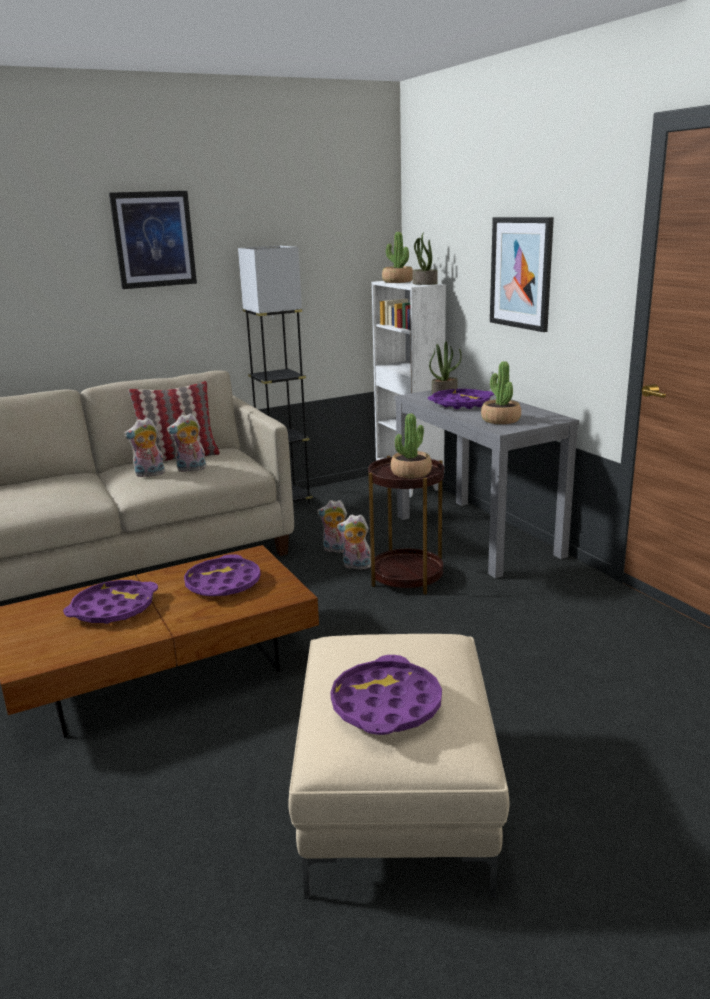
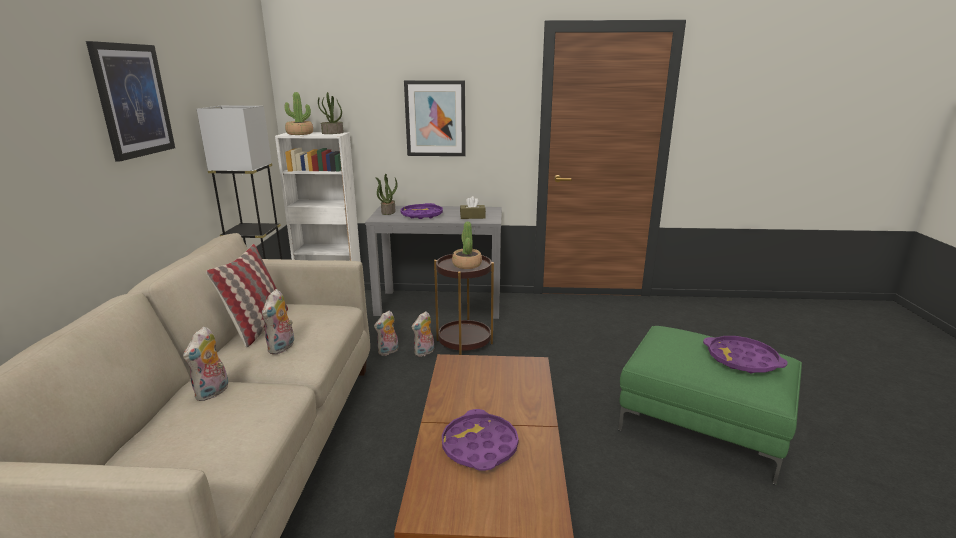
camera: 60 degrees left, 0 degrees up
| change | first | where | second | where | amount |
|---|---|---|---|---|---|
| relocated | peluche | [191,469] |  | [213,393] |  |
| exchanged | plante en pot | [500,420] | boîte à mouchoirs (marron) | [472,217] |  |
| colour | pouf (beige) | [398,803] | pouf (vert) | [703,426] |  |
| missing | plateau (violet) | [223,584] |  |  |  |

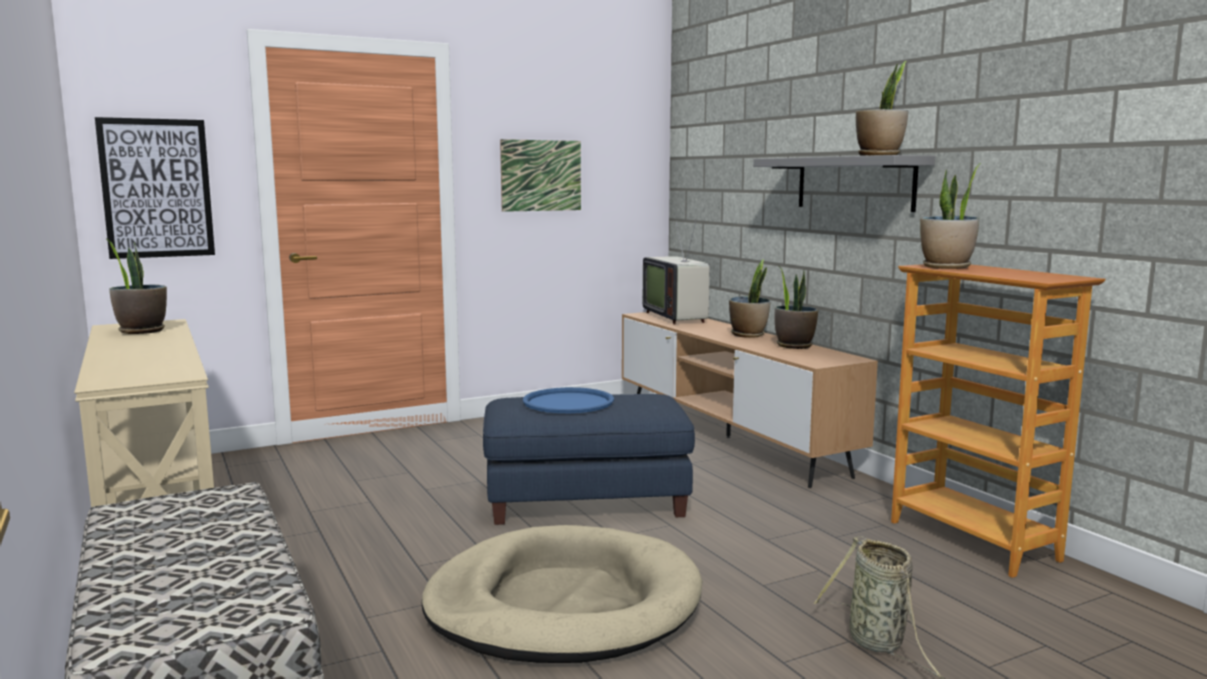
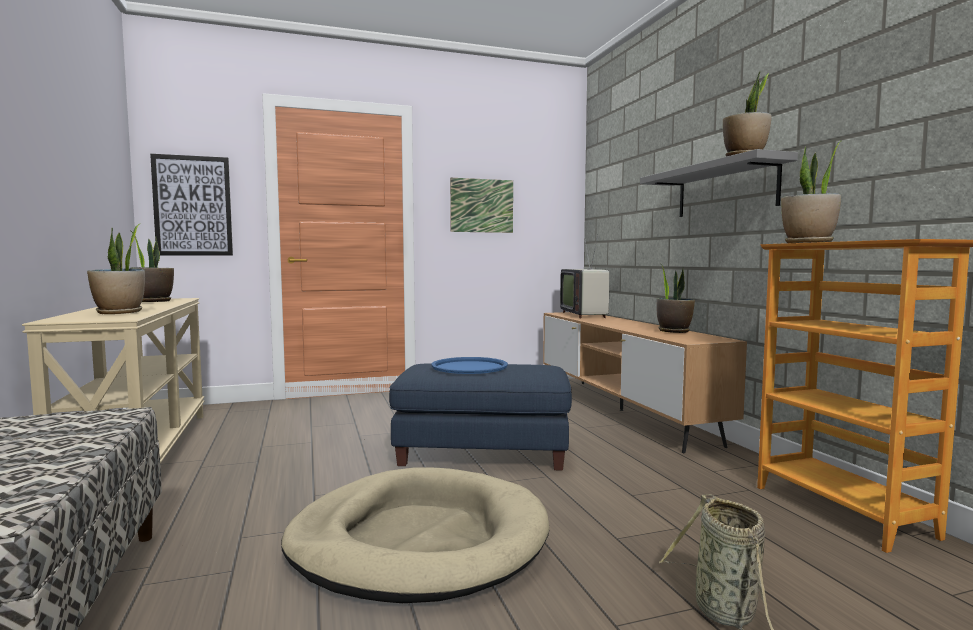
camera: 10 degrees right, 5 degrees down
| change | first | where | second | where | amount |
|---|---|---|---|---|---|
| relocated | plante en pot | [748,335] |  | [120,312] |  |

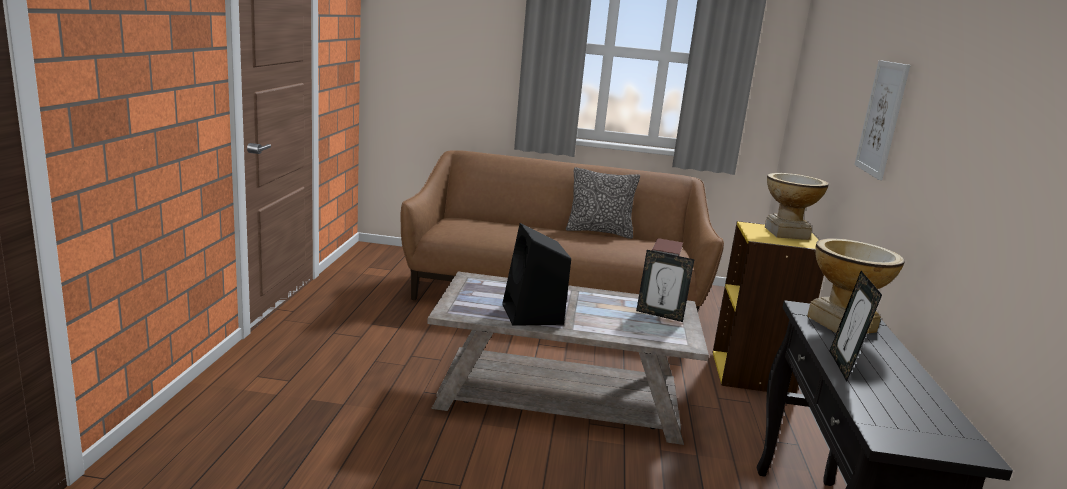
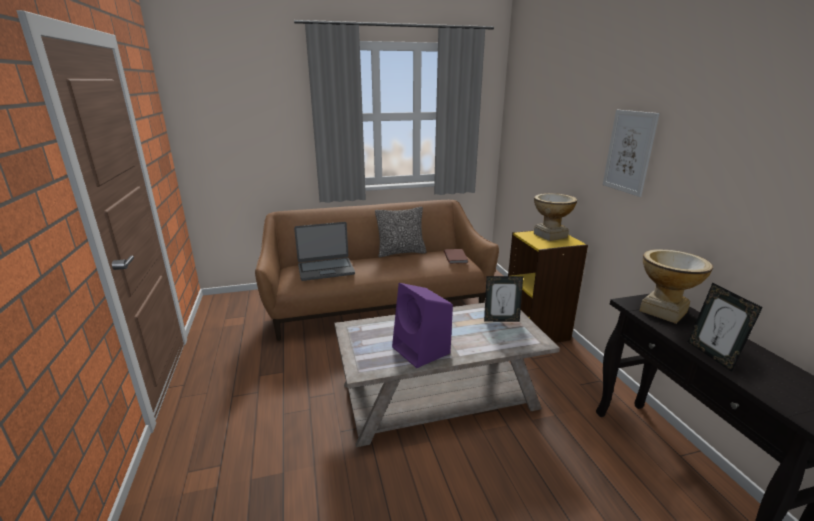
camera: 20 degrees left, 5 degrees up
| change | first | where | second | where | amount |
|---|---|---|---|---|---|
| appeared |  |  | ordinateur portable | [326,269] |  |
| colour | enceinte (noir) | [533,315] | enceinte (violet) | [422,351] |  |

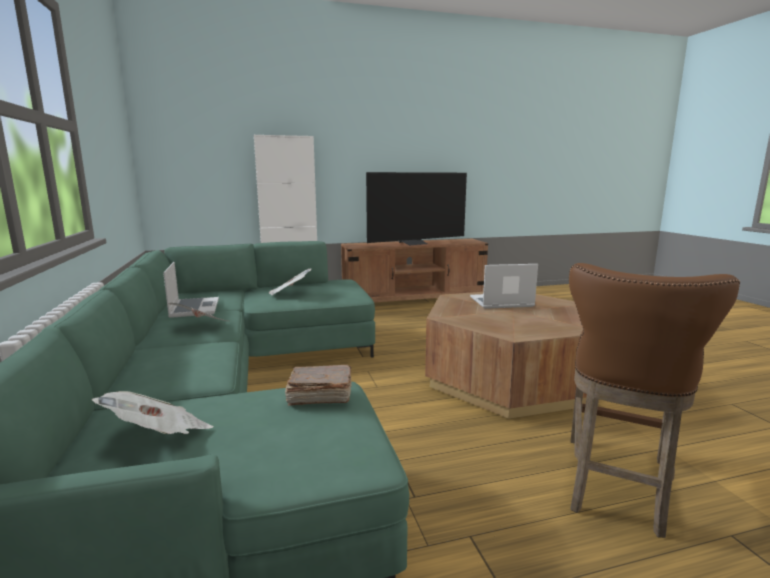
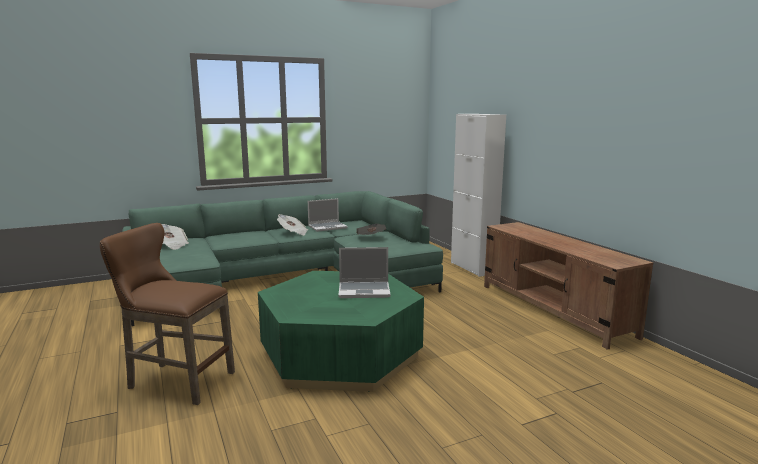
camera: 80 degrees right, 0 degrees up
| change | first | where | second | where | amount |
|---|---|---|---|---|---|
| colour | table basse (marron) | [507,377] | table basse (vert) | [341,354] |  |
| spun | ordinateur portable | [501,302] |  | [365,291] | 105 degrees clockwise |
| missing | livre (marron) | [319,396] |  |  |  |
| missing | téléviseur | [415,243] |  |  |  |

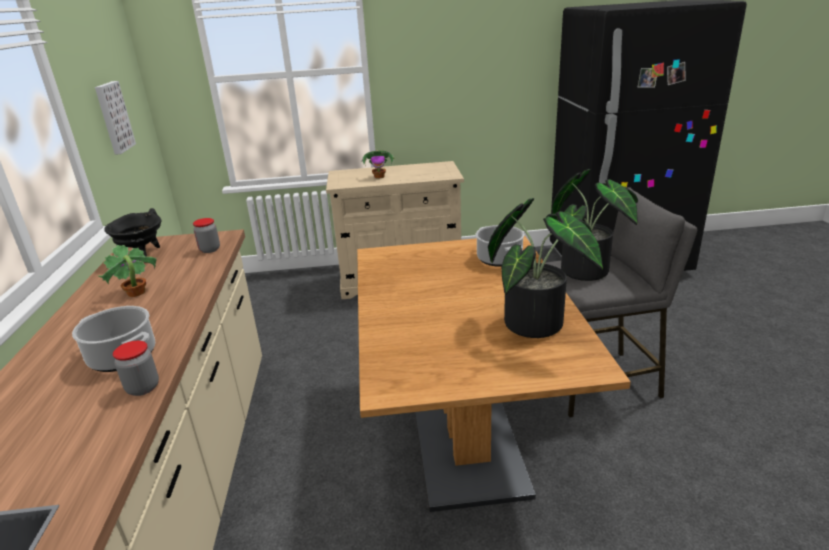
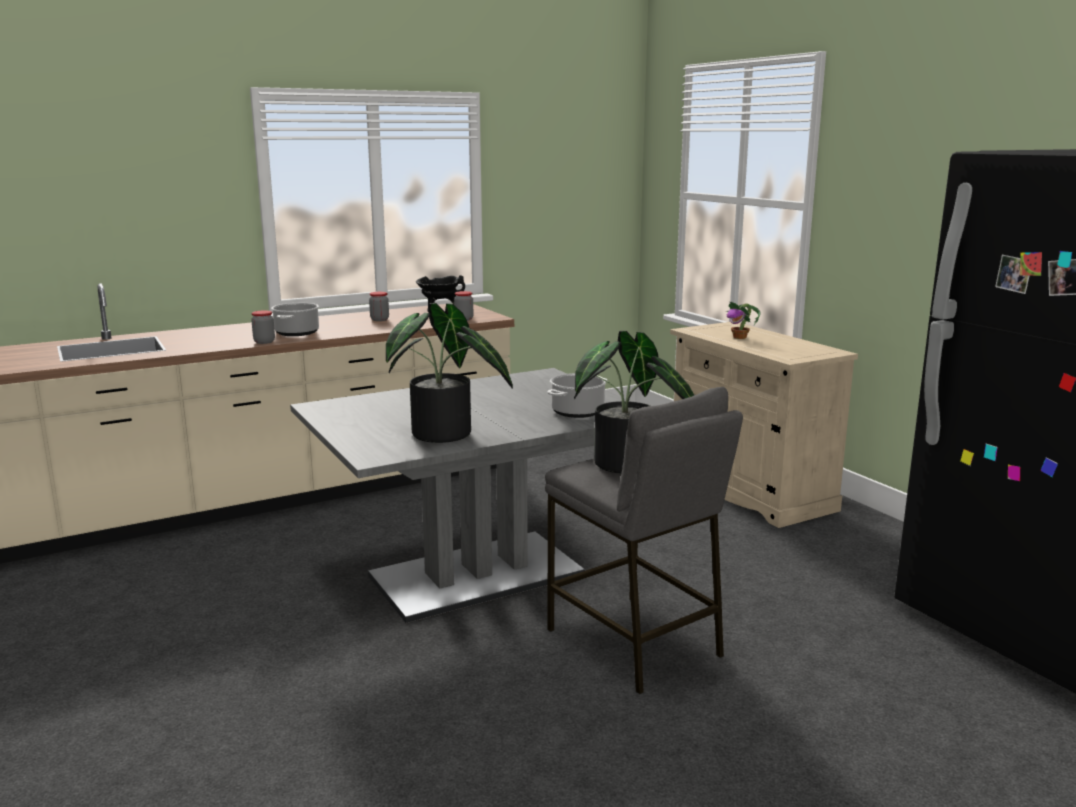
camera: 65 degrees right, 10 degrees down
| change | first | where | second | where | amount |
|---|---|---|---|---|---|
| colour | table à manger (marron) | [465,436] | table à manger (gris) | [476,575] |  |
| exchanged | plante en pot | [136,293] | bocal | [379,319] |  |
| missing | tableau | [113,117] |  |  |  |

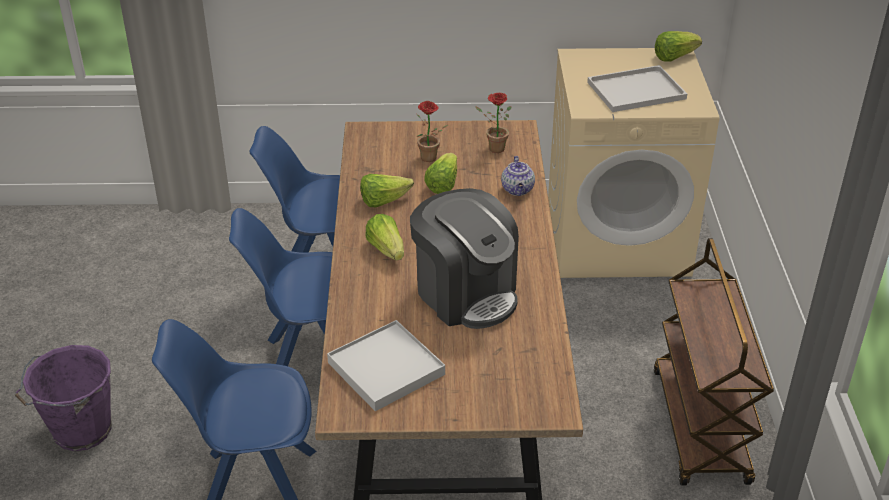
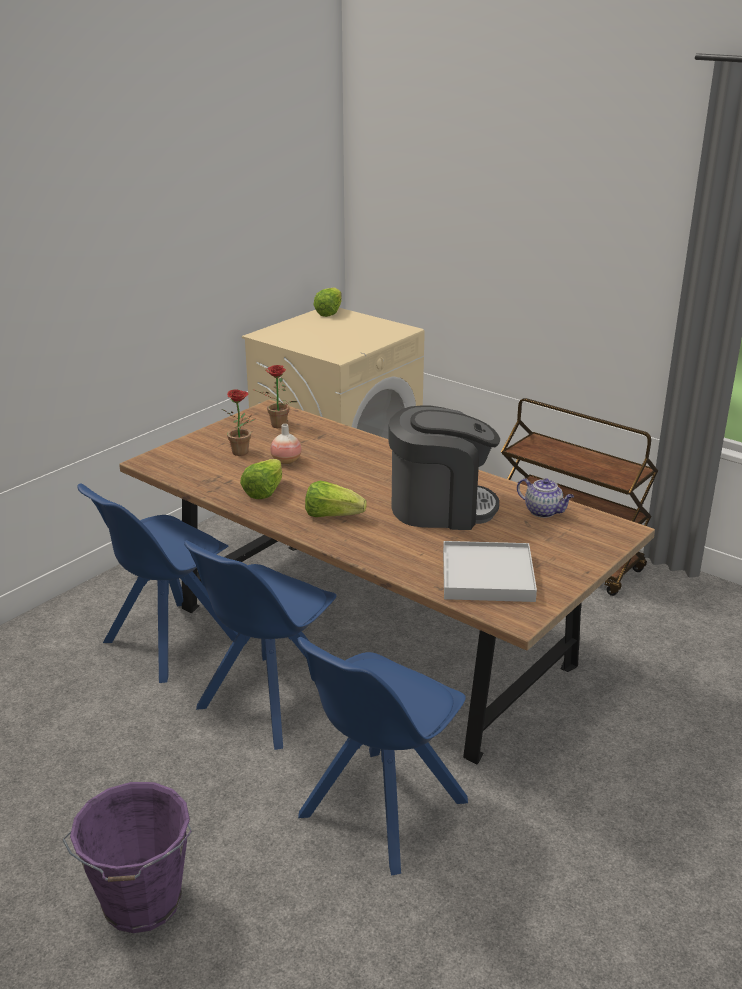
camera: 50 degrees left, 10 degrees down
| change | first | where | second | where | amount |
|---|---|---|---|---|---|
| exchanged | laitue | [443,184] | vase | [286,461] |  |
| relocated | théière | [518,190] |  | [544,512] |  |
| missing | plateau (blanc) | [635,91] |  |  |  |

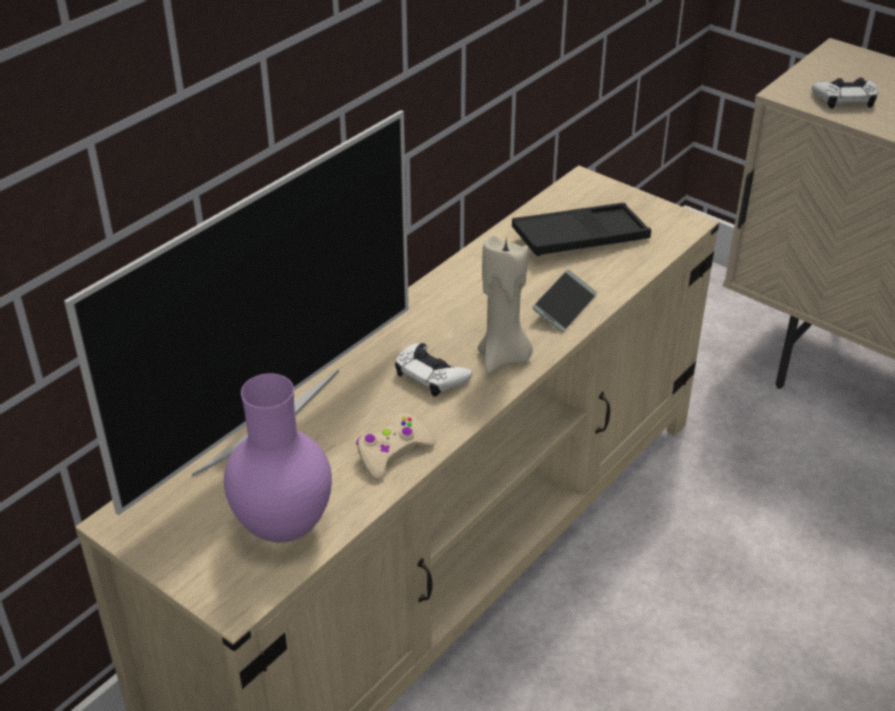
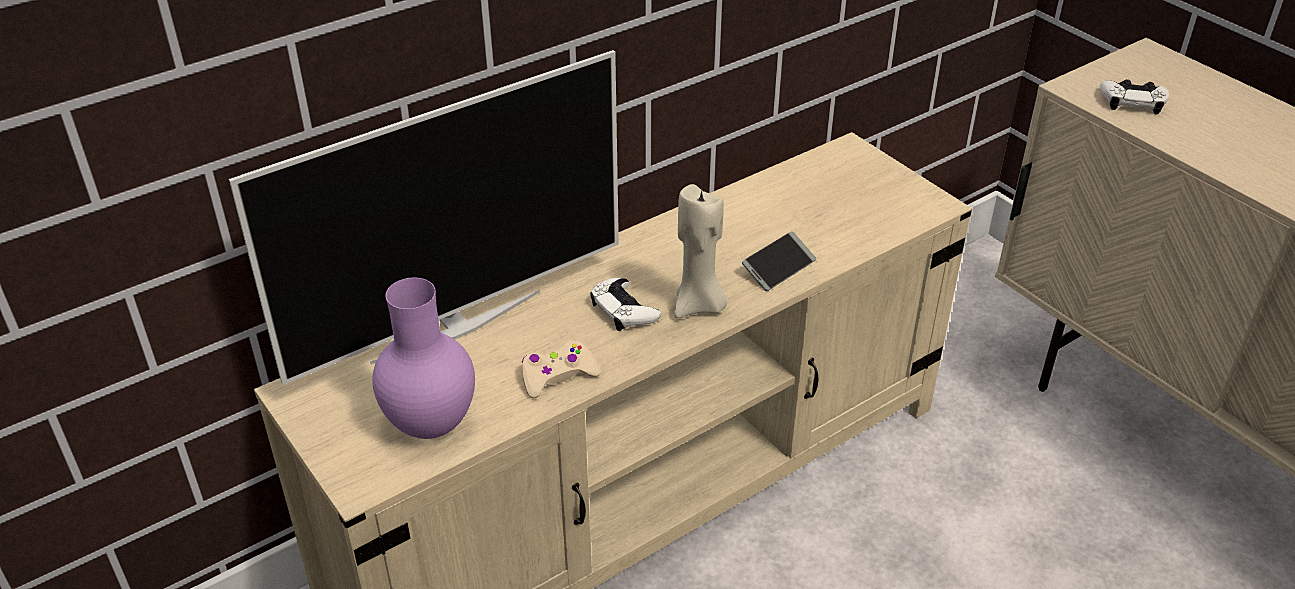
camera: 15 degrees right, 0 degrees up
| change | first | where | second | where | amount |
|---|---|---|---|---|---|
| missing | plateau (noir) | [580,238] |  |  |  |

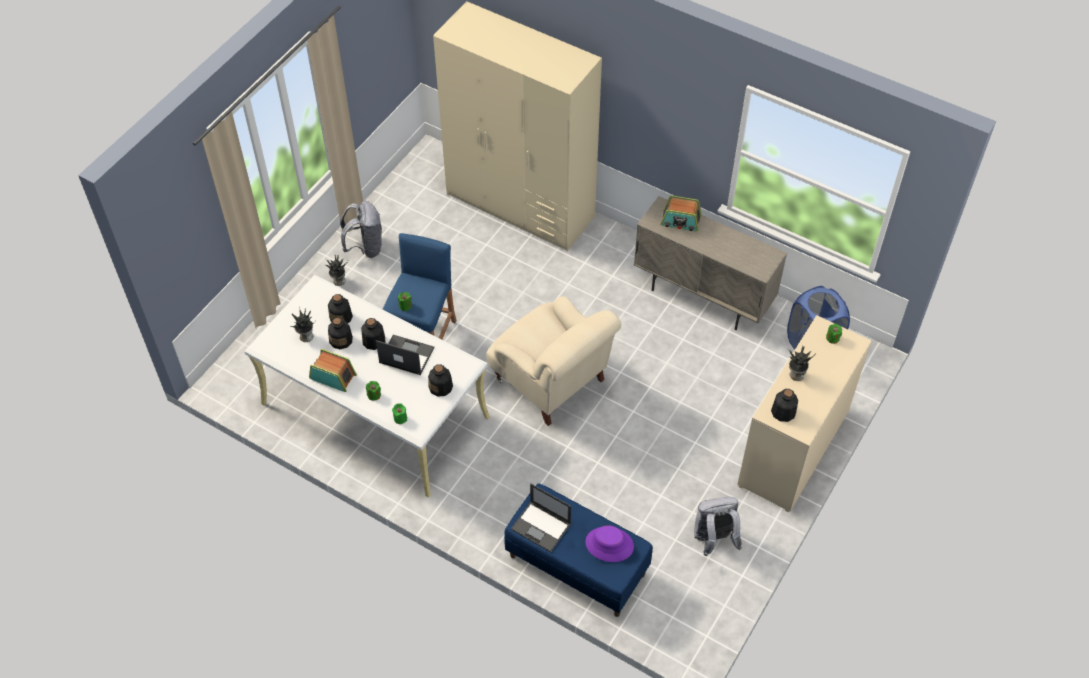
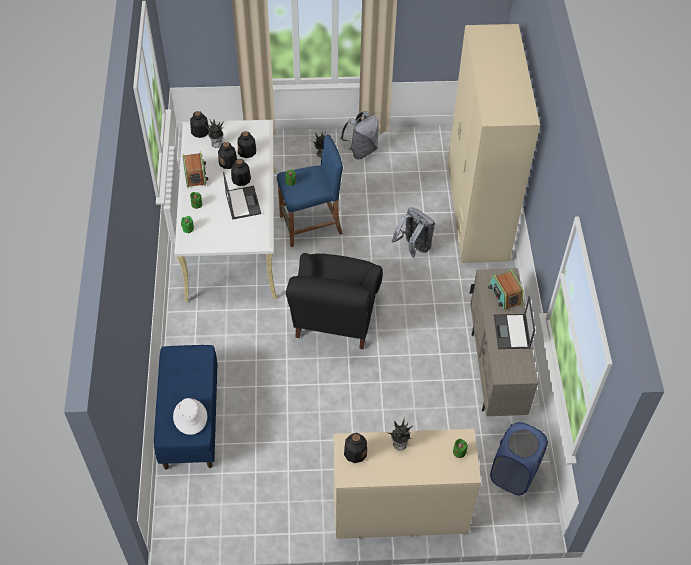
camera: 55 degrees right, 0 degrees up
| change | first | where | second | where | amount |
|---|---|---|---|---|---|
| colour | chapeau (violet) | [609,545] | chapeau (blanc) | [190,417] |  |
| relocated | bouteille | [441,387] |  | [200,131] |  |
| colour | fauteuil (beige) | [551,382] | fauteuil (noir) | [335,318] |  |
| relocated | sac à dos (gris) | [714,539] |  | [414,247] |  |
| relocated | ordinateur portable | [541,527] |  | [512,332] |  |

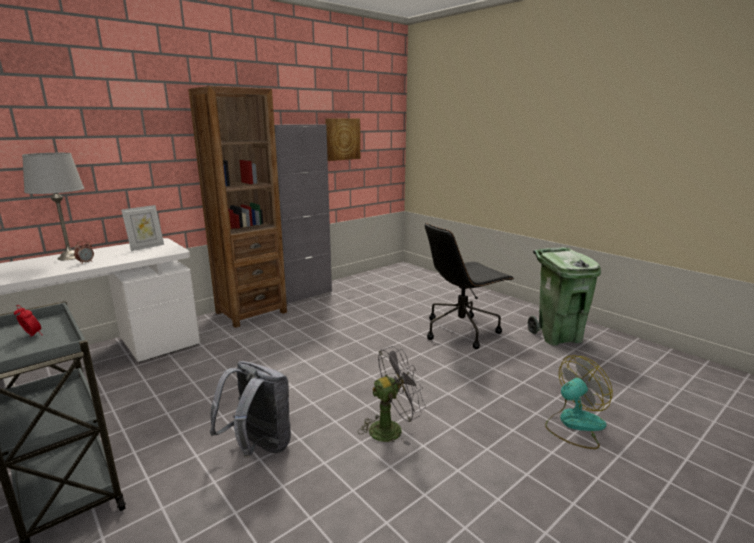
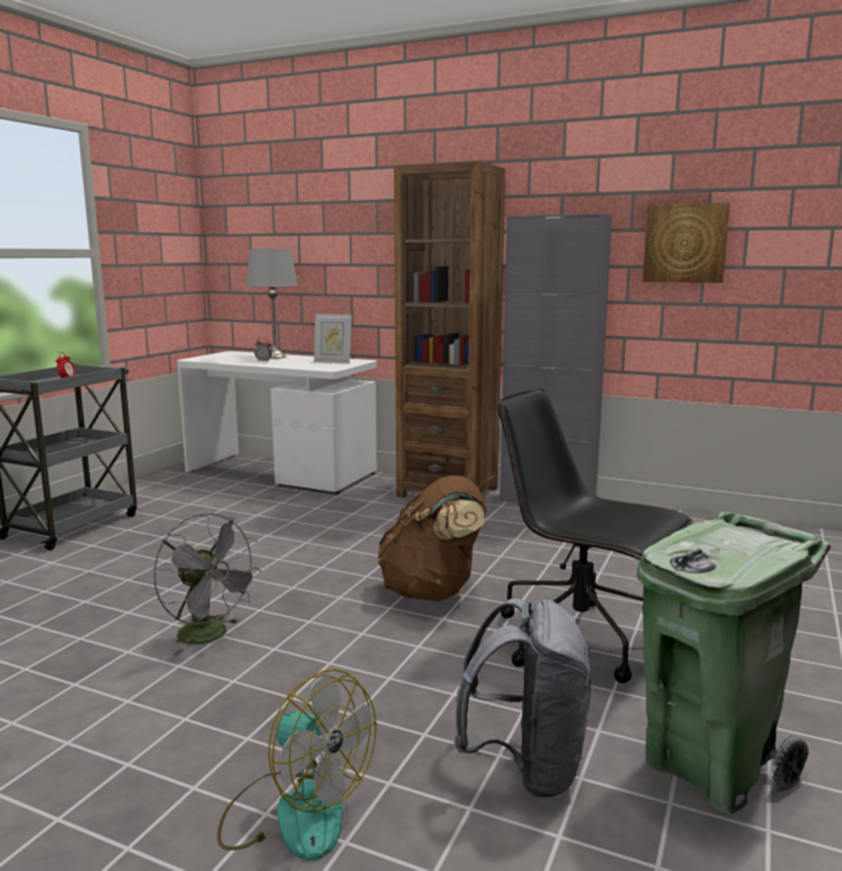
camera: 65 degrees right, 5 degrees down
| change | first | where | second | where | amount |
|---|---|---|---|---|---|
| appeared |  |  | sac à dos (marron) | [433,592] |  |
| relocated | sac à dos (gris) | [259,447] |  | [526,767] |  |

